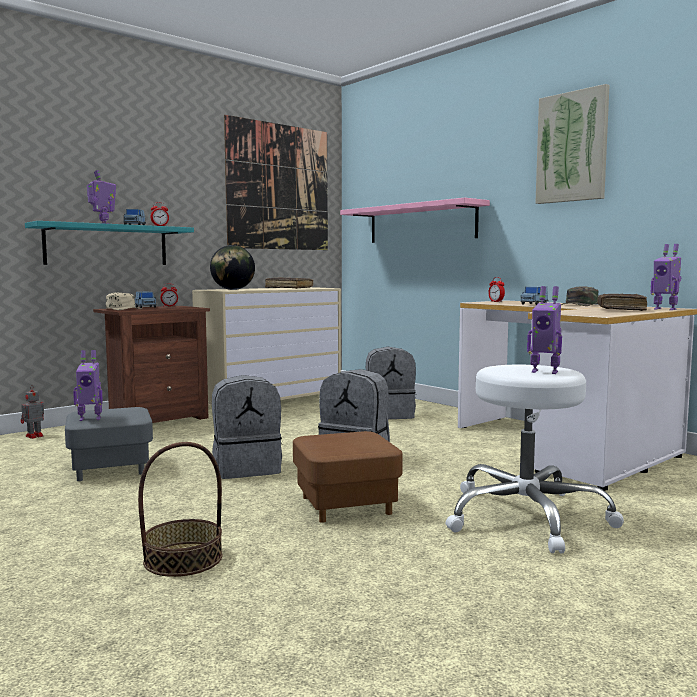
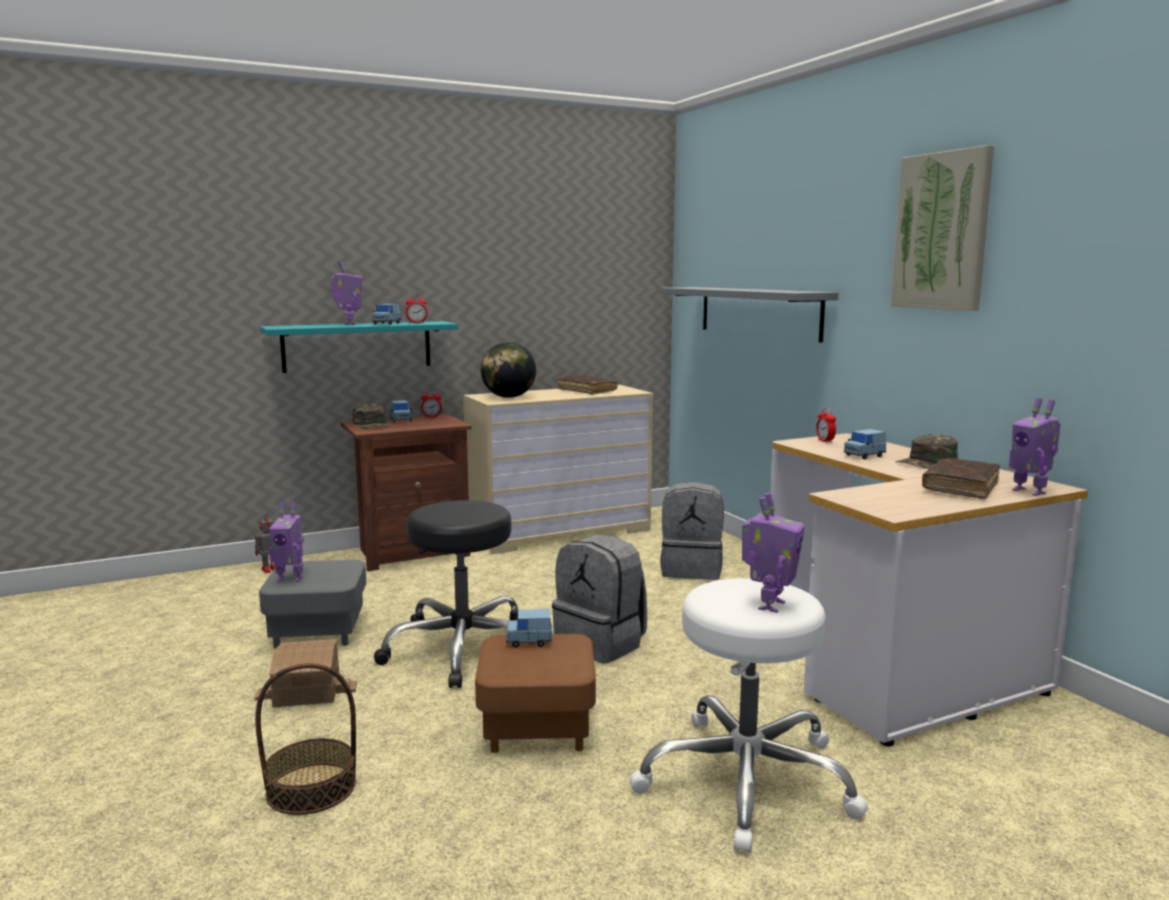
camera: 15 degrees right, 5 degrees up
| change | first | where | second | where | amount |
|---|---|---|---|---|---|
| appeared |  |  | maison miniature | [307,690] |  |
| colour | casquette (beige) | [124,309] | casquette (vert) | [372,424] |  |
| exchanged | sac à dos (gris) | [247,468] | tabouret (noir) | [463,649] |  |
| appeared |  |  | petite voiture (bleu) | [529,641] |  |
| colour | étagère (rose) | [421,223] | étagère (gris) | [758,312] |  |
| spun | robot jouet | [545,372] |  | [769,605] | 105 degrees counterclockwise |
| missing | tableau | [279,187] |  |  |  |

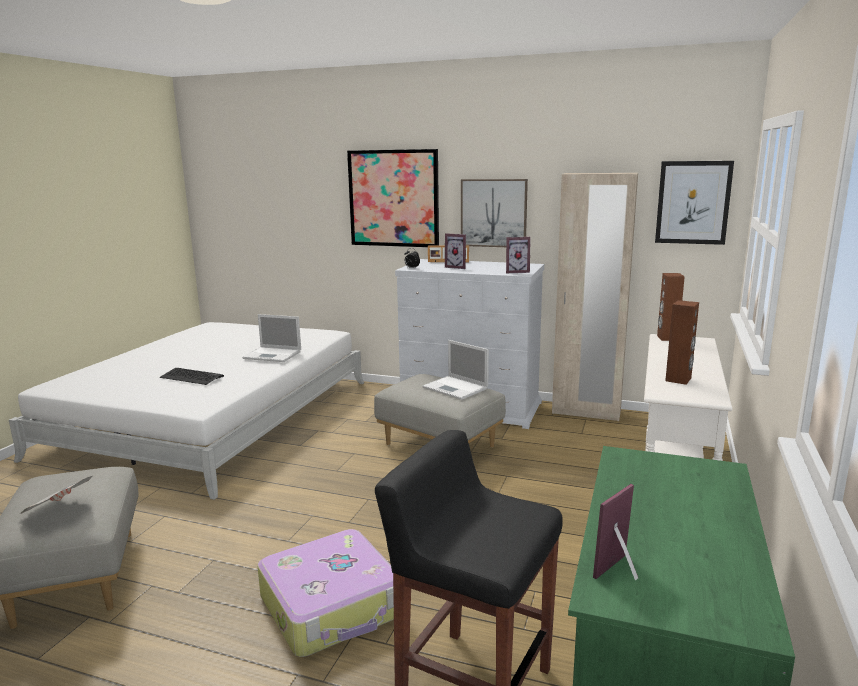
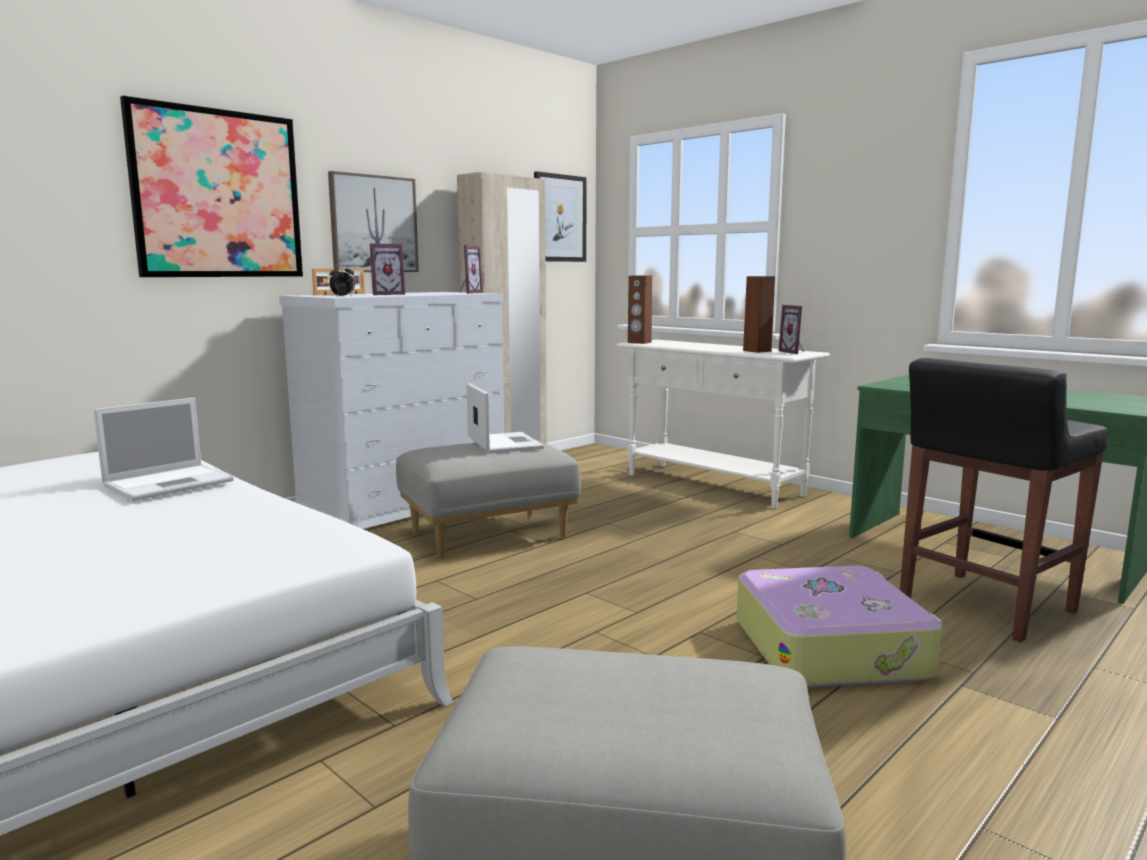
camera: 65 degrees left, 5 degrees down
| change | first | where | second | where | amount |
|---|---|---|---|---|---|
| spun | ordinateur portable | [456,388] |  | [503,443] | 90 degrees counterclockwise |
| relocated | cadre photo | [622,572] |  | [795,352] |  |
| missing | journal | [59,512] |  |  |  |
| missing | clavier | [191,377] |  |  |  |

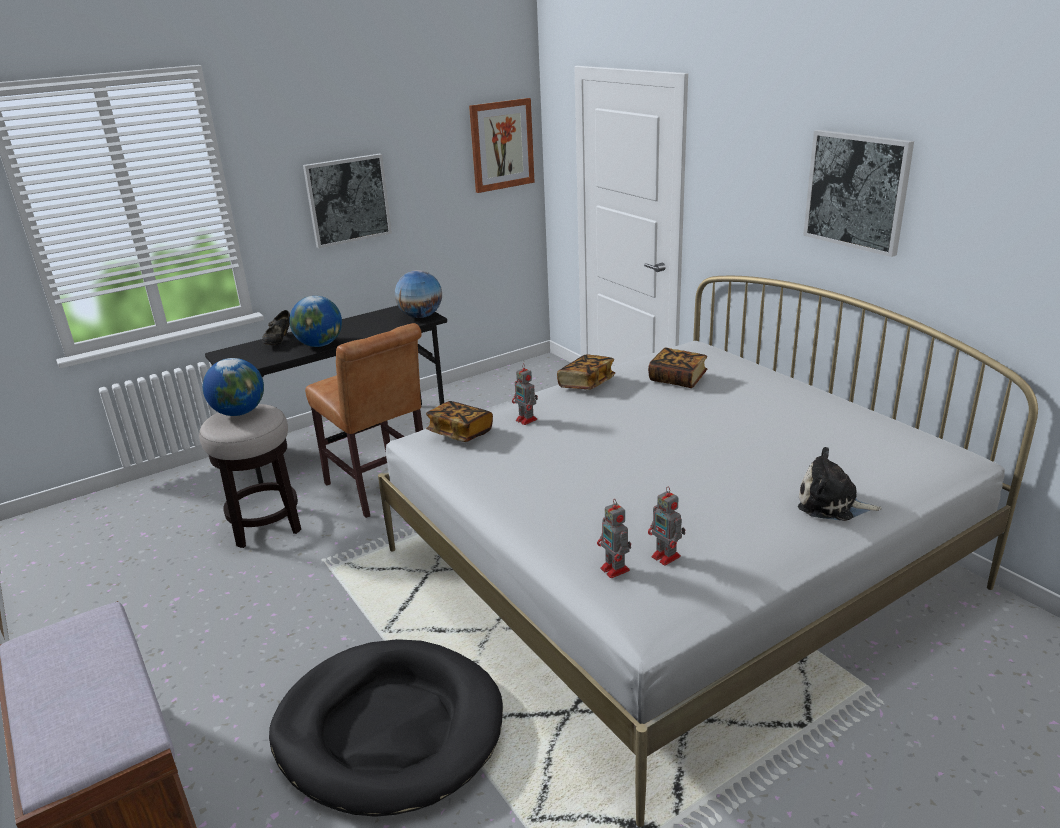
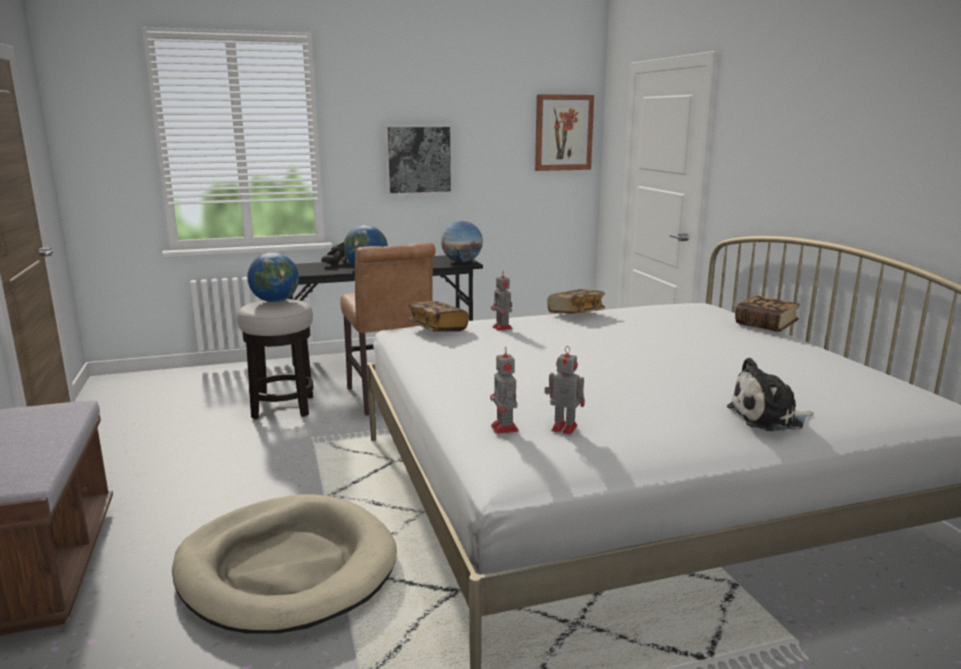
camera: 15 degrees right, 10 degrees down
| change | first | where | second | where | amount |
|---|---|---|---|---|---|
| colour | panier pour chien (noir) | [389,730] | panier pour chien (beige) | [286,568] |  |
| spun | robot jouet | [667,557] |  | [563,428] | 135 degrees clockwise |
| spun | peluche | [831,504] |  | [769,418] | 45 degrees counterclockwise |
| relocated | livre | [677,379] |  | [765,325] |  |
| missing | tableau | [857,191] |  |  |  |

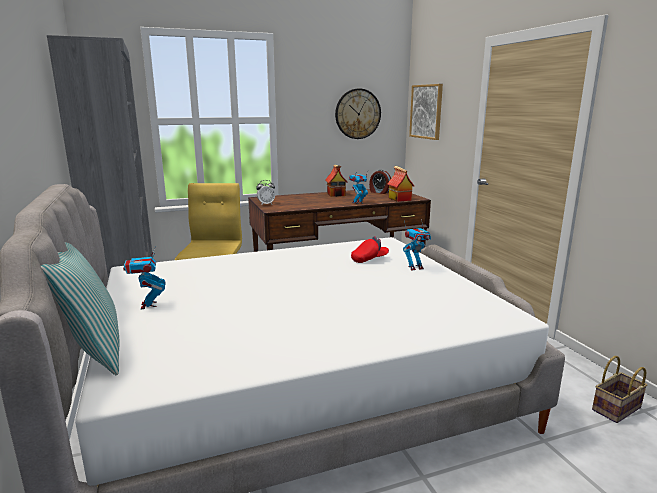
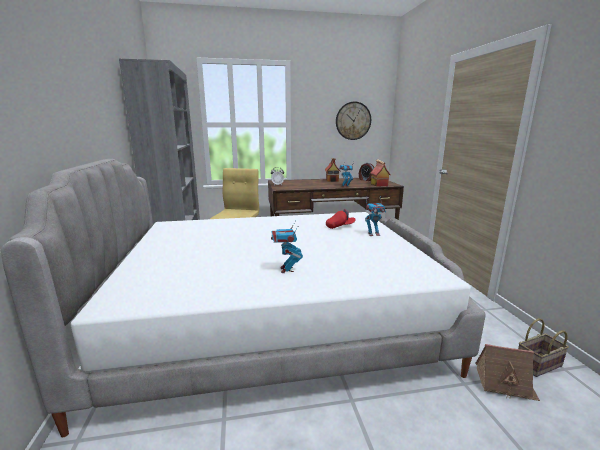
camera: 10 degrees right, 0 degrees up
| change | first | where | second | where | amount |
|---|---|---|---|---|---|
| relocated | robot jouet | [148,305] |  | [286,270] |  |
| appeared |  |  | maison miniature | [504,383] |  |
| missing | coussin | [91,351] |  |  |  |
| missing | tableau | [426,111] |  |  |  |

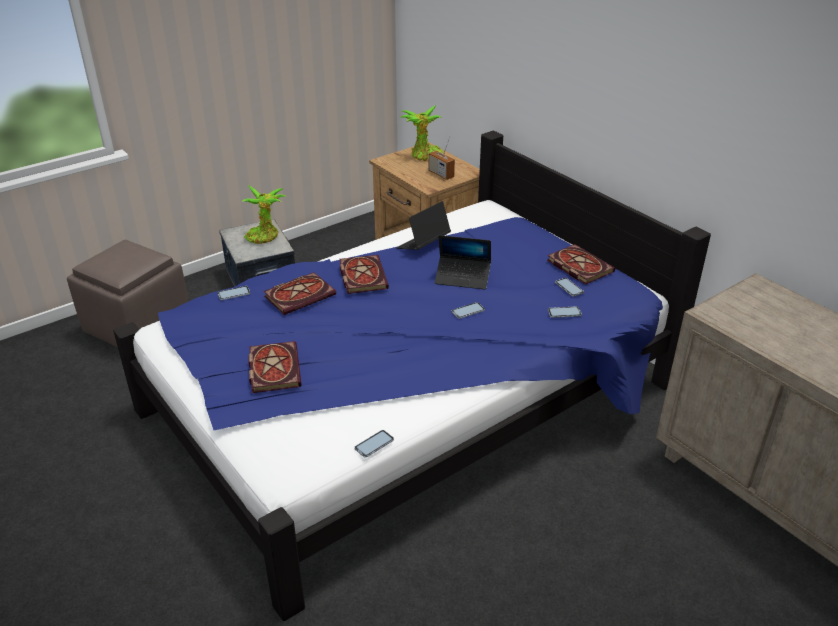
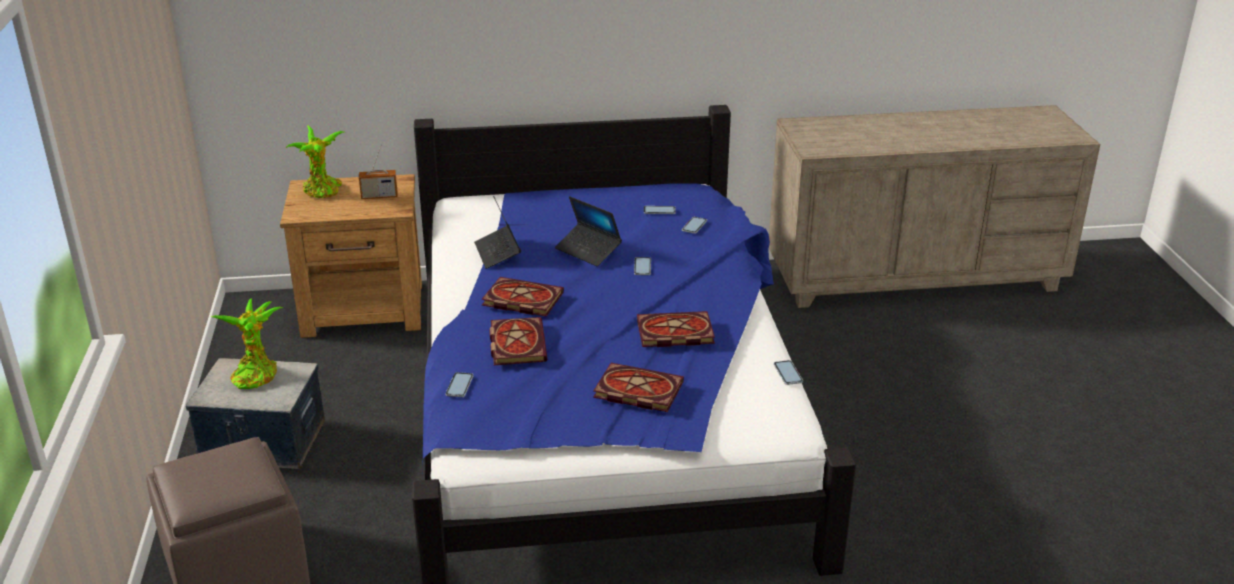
camera: 60 degrees left, 5 degrees down
| change | first | where | second | where | amount |
|---|---|---|---|---|---|
| spun | ordinateur portable | [462,278] |  | [588,250] | 90 degrees clockwise |
| relocated | livre | [577,266] |  | [673,333] |  |

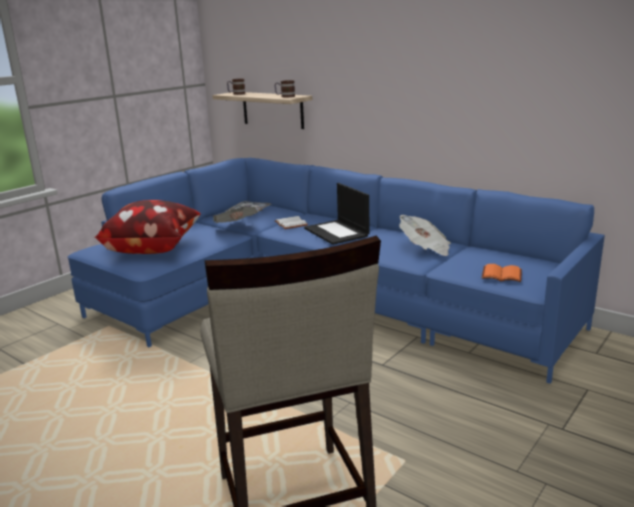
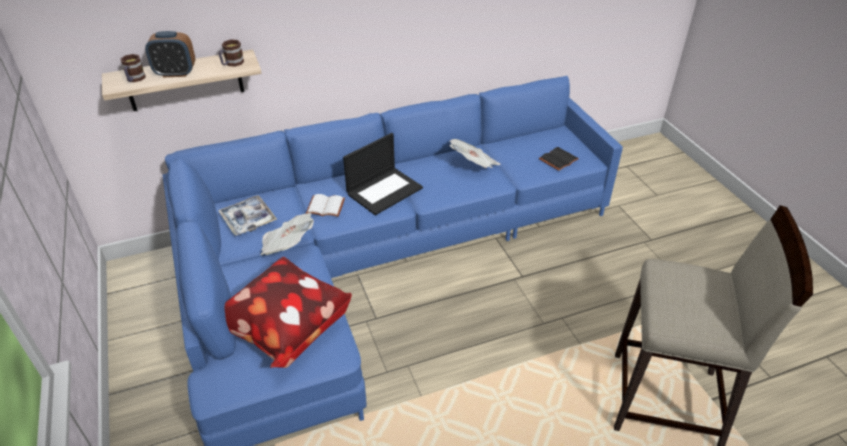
camera: 60 degrees left, 20 degrees up
| change | first | where | second | where | amount |
|---|---|---|---|---|---|
| appeared |  |  | réveil | [176,73] |  |
| spun | ordinateur portable | [337,232] |  | [384,190] | 45 degrees counterclockwise |
| colour | livre (orange) | [502,274] | livre (noir) | [558,159] |  |

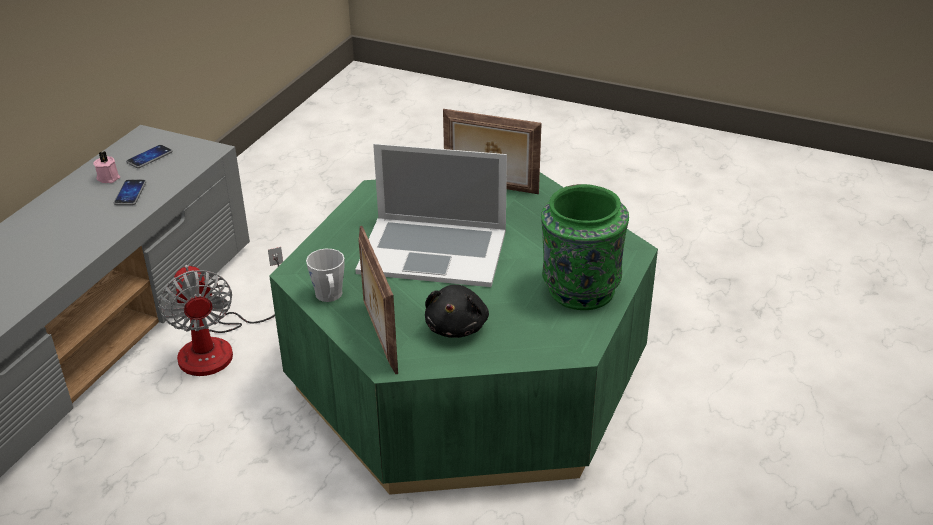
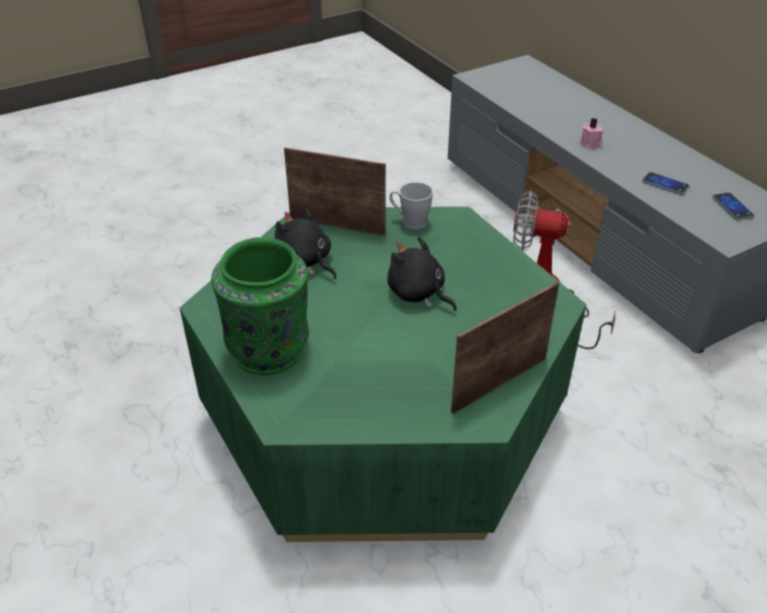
camera: 125 degrees right, 5 degrees up
| change | first | where | second | where | amount |
|---|---|---|---|---|---|
| exchanged | ordinateur portable | [433,251] | peluche (noir) | [418,294] |  |
| relocated | bougie (rose) | [108,177] |  | [590,143] |  |

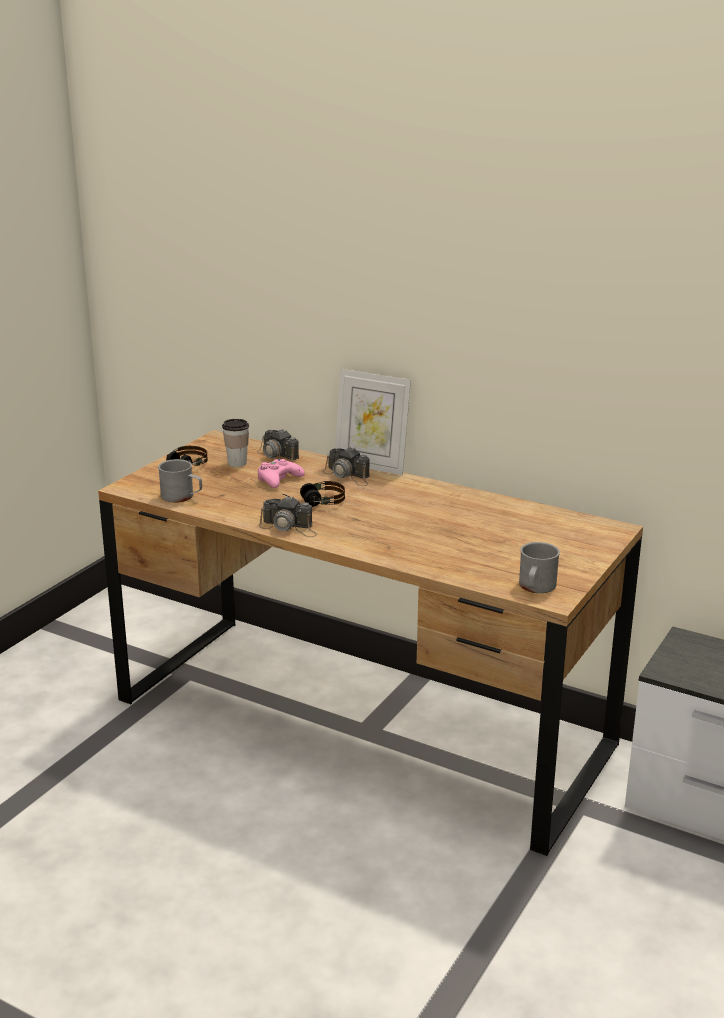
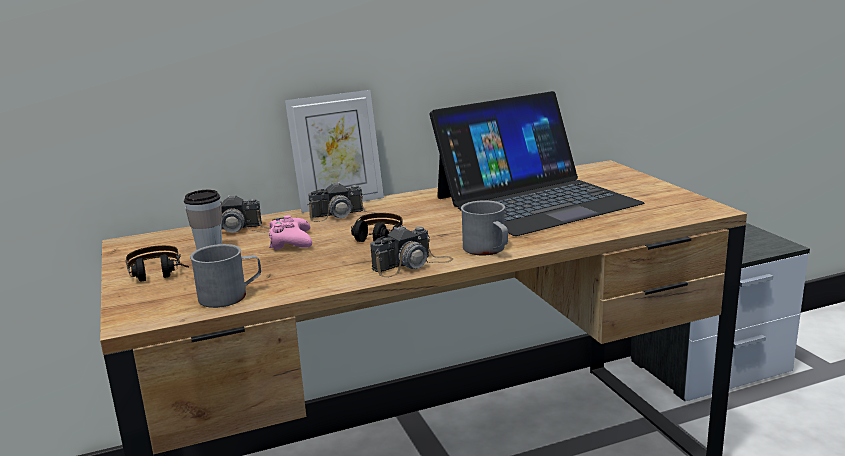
camera: 50 degrees left, 5 degrees down
| change | first | where | second | where | amount |
|---|---|---|---|---|---|
| appeared |  |  | ordinateur portable | [535,200] |  |
| relocated | mug (gris) | [536,587] |  | [488,250] |  |

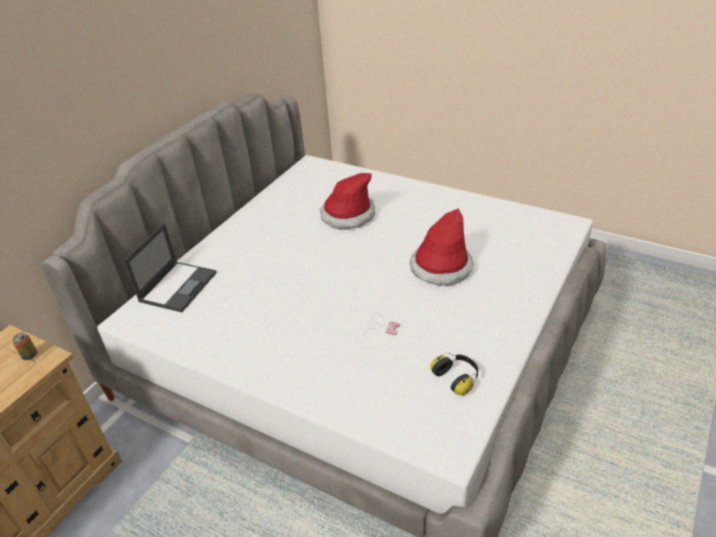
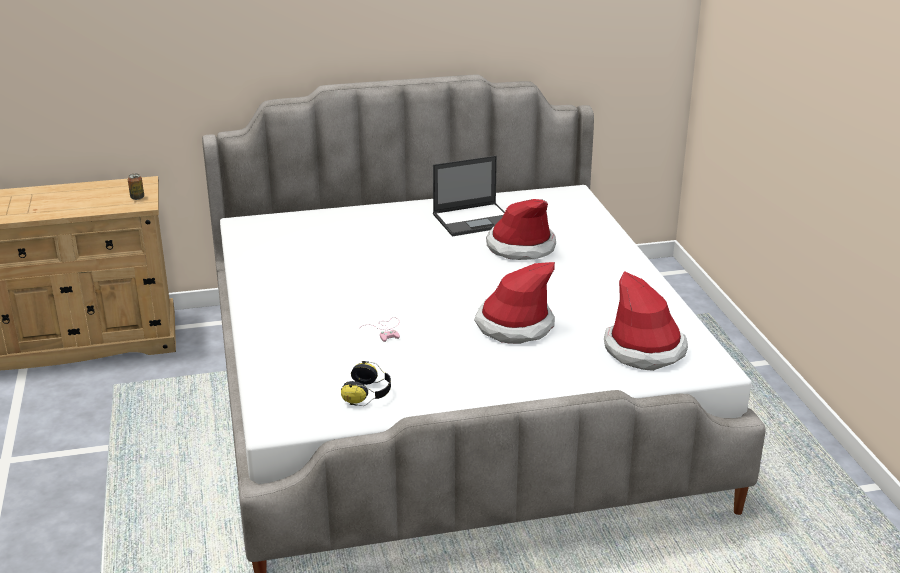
camera: 45 degrees right, 10 degrees down
| change | first | where | second | where | amount |
|---|---|---|---|---|---|
| relocated | ordinateur portable | [178,286] |  | [474,220] |  |
| appeared |  |  | chapeau | [644,350] |  |

